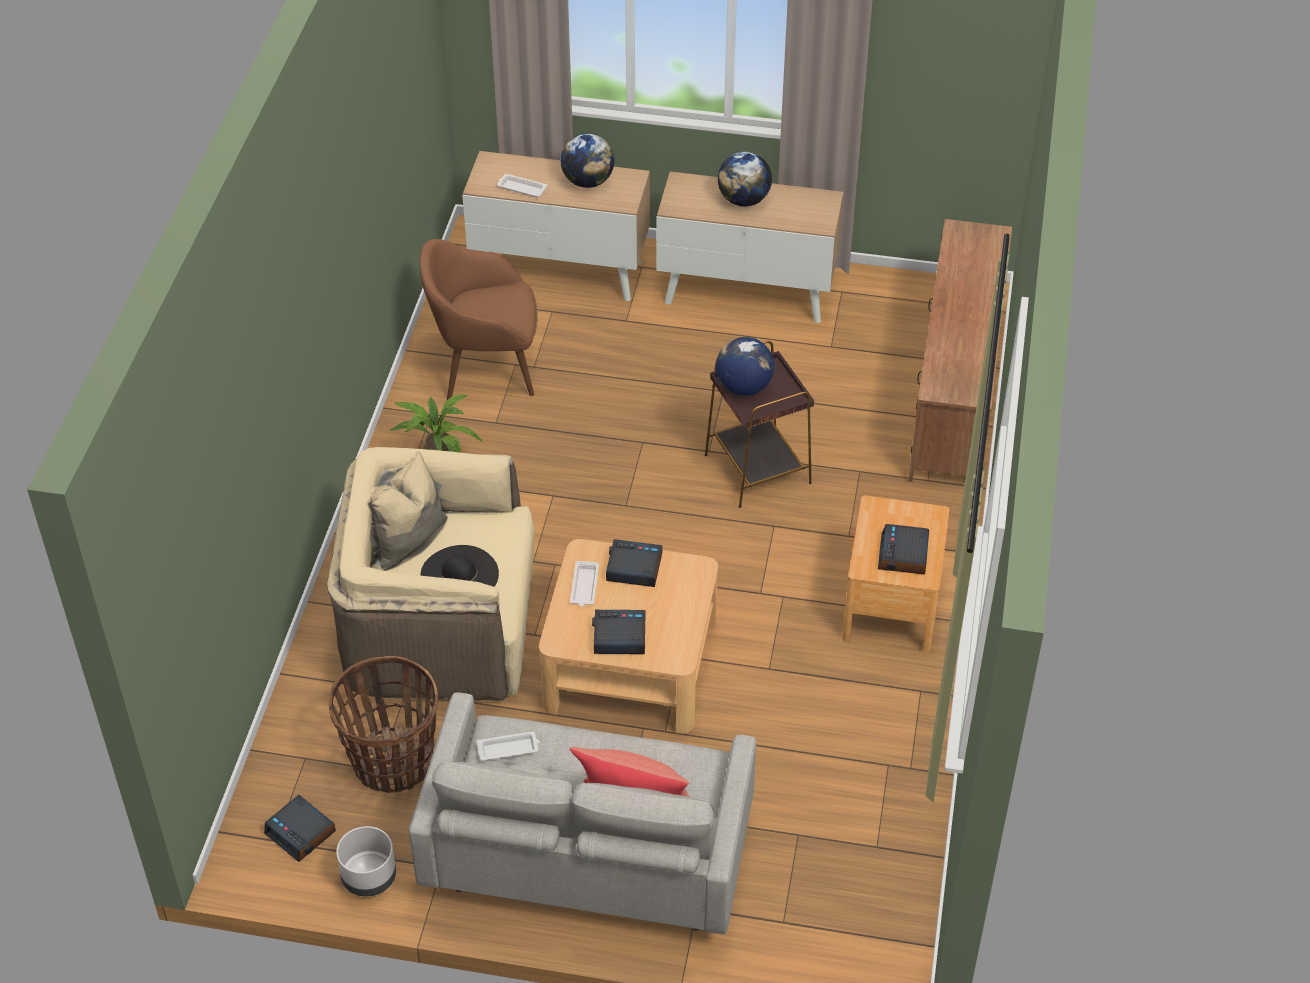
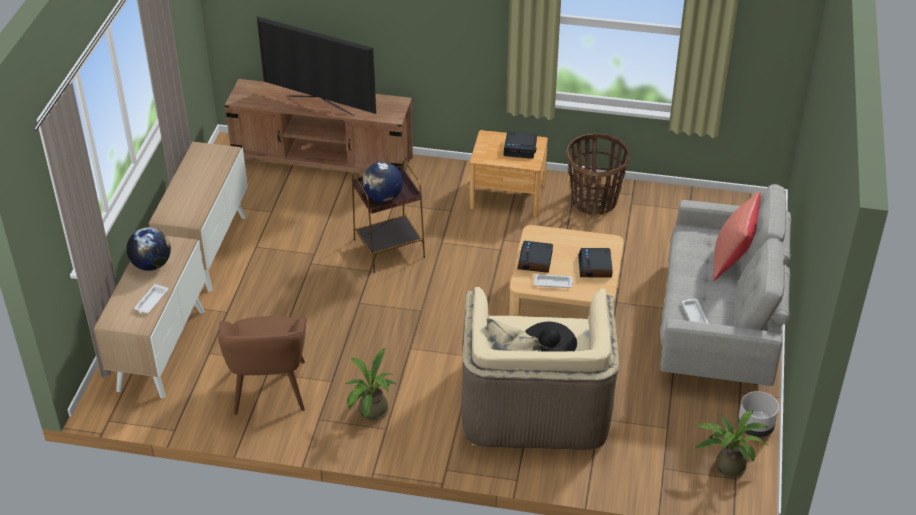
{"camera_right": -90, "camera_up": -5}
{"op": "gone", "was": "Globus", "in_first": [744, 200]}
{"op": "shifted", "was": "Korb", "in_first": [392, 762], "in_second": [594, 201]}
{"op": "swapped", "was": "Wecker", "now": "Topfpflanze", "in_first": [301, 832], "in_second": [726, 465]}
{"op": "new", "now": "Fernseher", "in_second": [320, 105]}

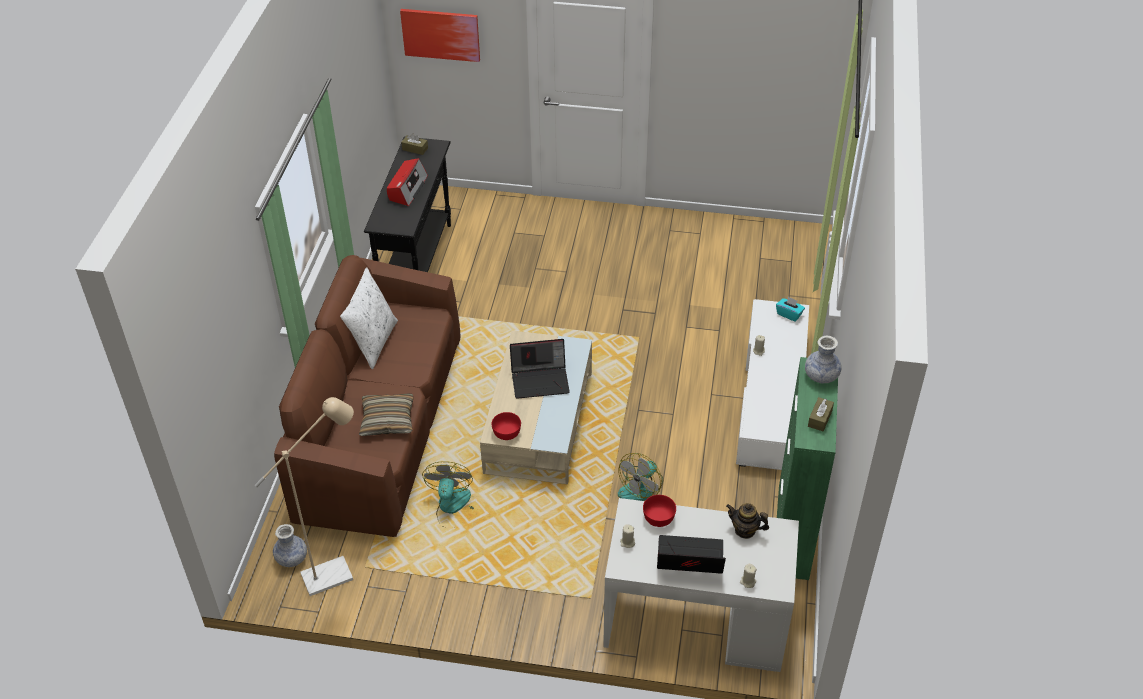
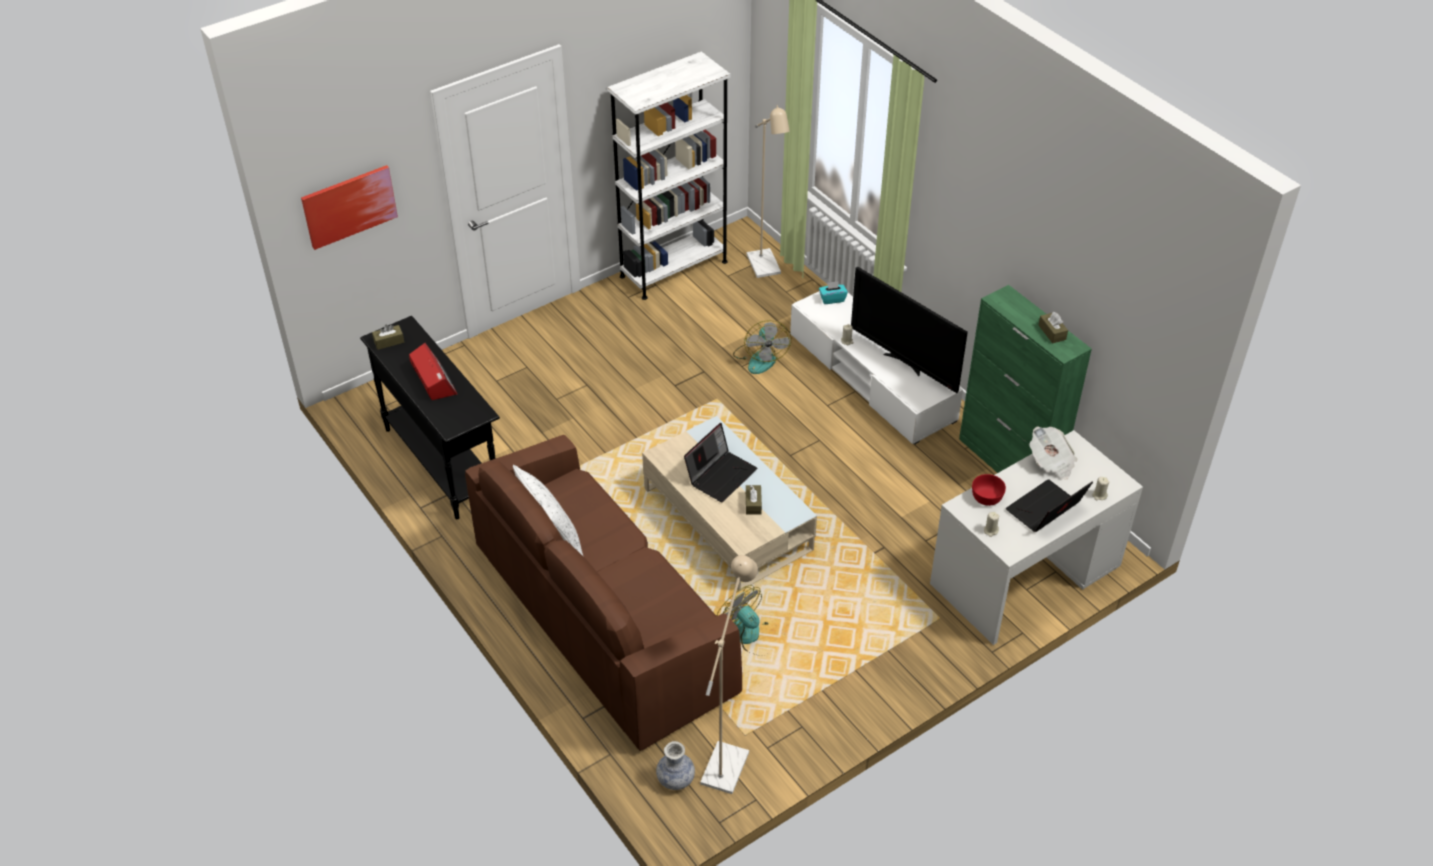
{"camera_right": -45, "camera_up": 0}
{"op": "gone", "was": "Vase", "in_first": [821, 376]}
{"op": "gone", "was": "Kissen", "in_first": [387, 420]}
{"op": "gone", "was": "Schüssel (rot)", "in_first": [506, 432]}
{"op": "shifted", "was": "Ventilator", "in_first": [641, 487], "in_second": [760, 357]}
{"op": "swapped", "was": "Teekanne", "now": "Zeitung", "in_first": [745, 530], "in_second": [1051, 462]}
{"op": "new", "now": "Bücherregal (weiß)", "in_second": [673, 269]}
{"op": "new", "now": "Stehlampe (beige)", "in_second": [766, 269]}
{"op": "new", "now": "Fernseher", "in_second": [904, 363]}
{"op": "new", "now": "Taschentuchbox (braun)", "in_second": [753, 504]}

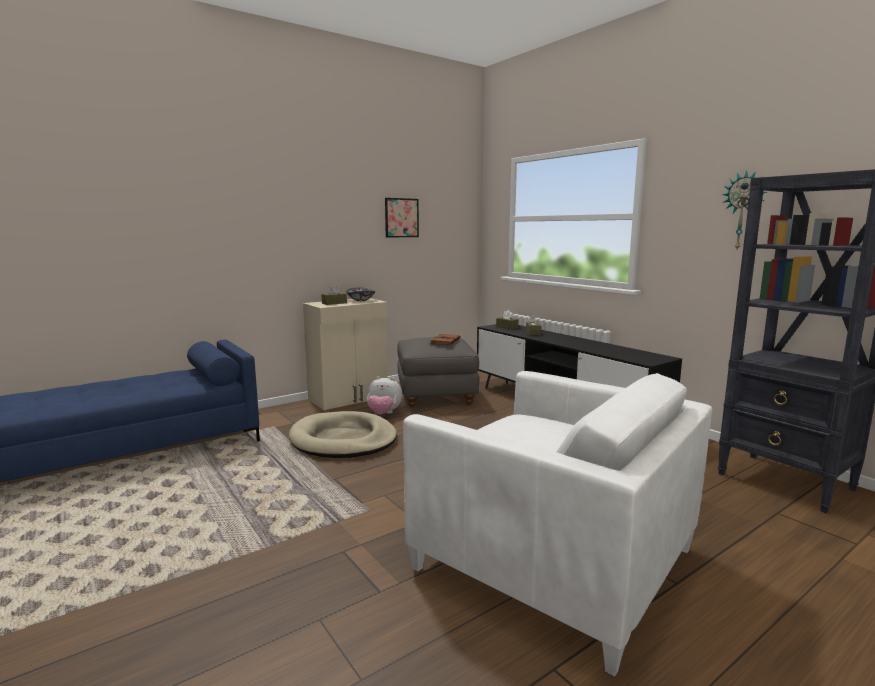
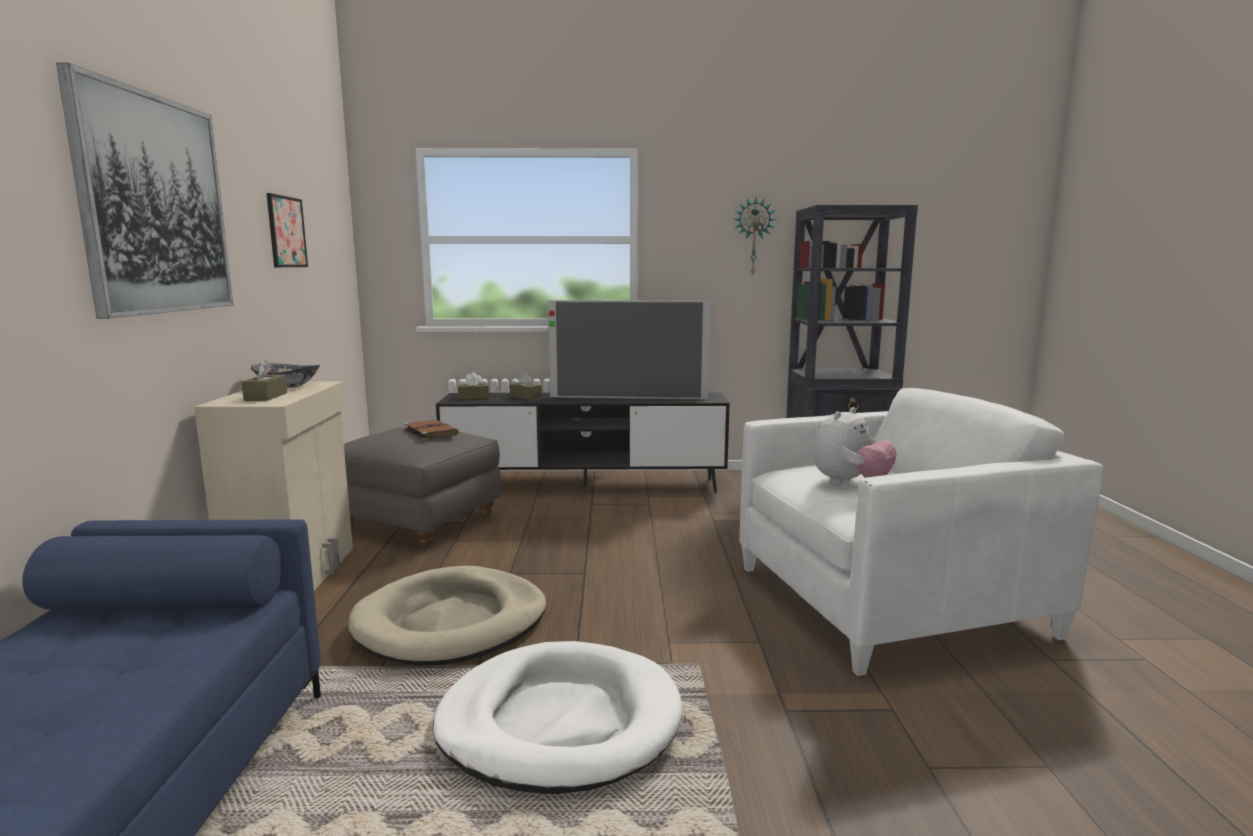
{"camera_right": -55, "camera_up": 0}
{"op": "shifted", "was": "Plüschtier", "in_first": [383, 414], "in_second": [850, 484]}
{"op": "new", "now": "Bild", "in_second": [155, 205]}
{"op": "new", "now": "Fernseher", "in_second": [628, 398]}
{"op": "new", "now": "Hundebett (weiß)", "in_second": [559, 722]}

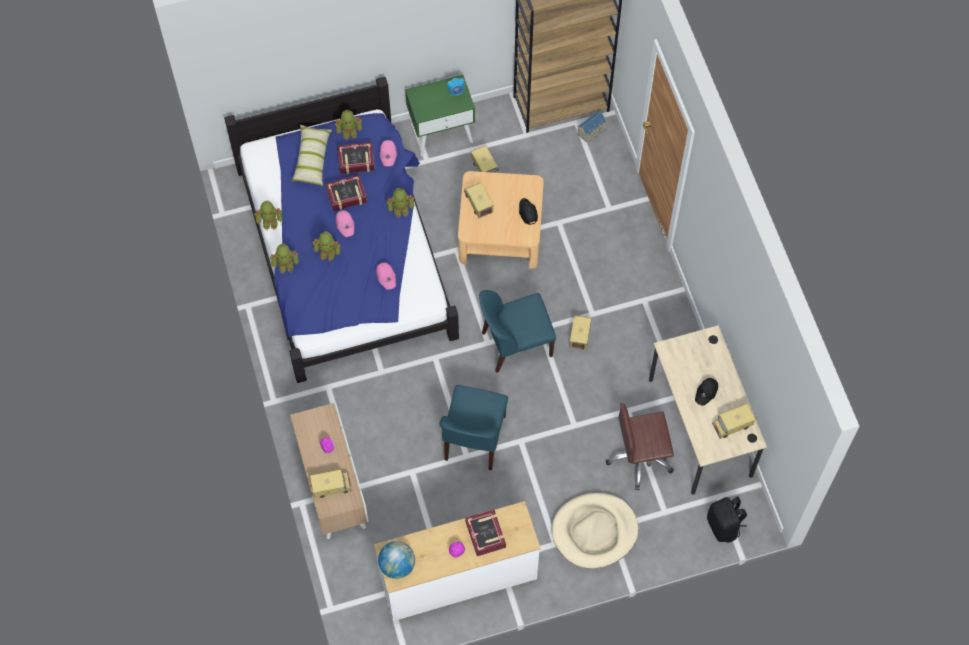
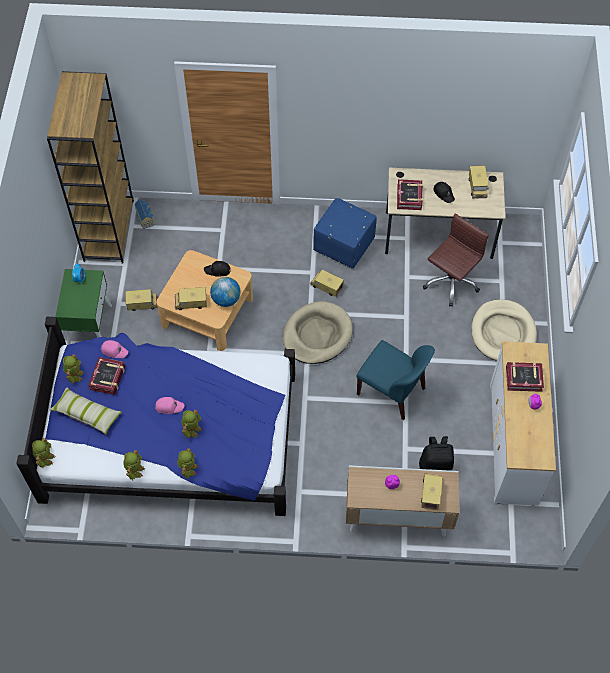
{"camera_right": -70, "camera_up": -5}
{"op": "shifted", "was": "Buch", "in_first": [346, 195], "in_second": [409, 197]}
{"op": "shifted", "was": "Spielzeugroboter", "in_first": [401, 209], "in_second": [45, 458]}
{"op": "gone", "was": "Kappe (rosa)", "in_first": [386, 276]}
{"op": "swapped", "was": "Stuhl (blau)", "now": "Hundebett (beige)", "in_first": [515, 344], "in_second": [317, 335]}
{"op": "rotated", "was": "Bürostuhl (braun)", "in_first": [640, 458], "in_second": [450, 282], "clockwise": -150}
{"op": "shifted", "was": "Rucksack (schwarz)", "in_first": [724, 526], "in_second": [435, 466]}
{"op": "shifted", "was": "Globus", "in_first": [397, 565], "in_second": [226, 299]}
{"op": "new", "now": "Polsterhocker (blau)", "in_second": [343, 245]}

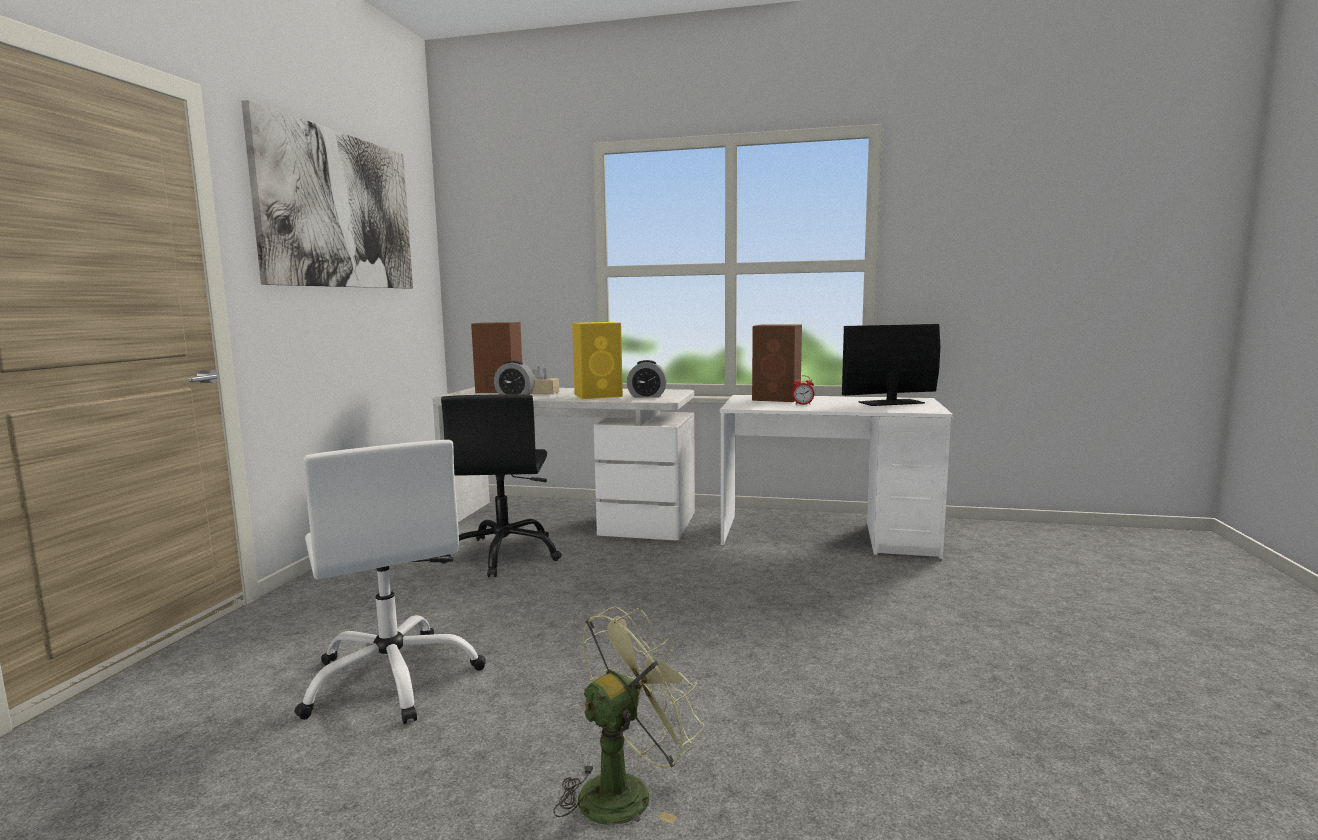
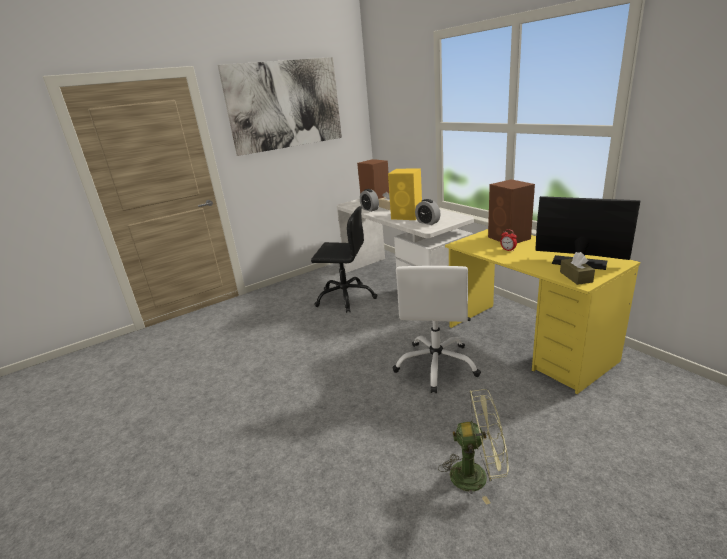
{"camera_right": 45, "camera_up": 15}
{"op": "rotated", "was": "Bürostuhl (schwarz)", "in_first": [504, 554], "in_second": [345, 297], "clockwise": -120}
{"op": "repainted", "was": "Schreibtisch (weiß)", "now": "Schreibtisch (gelb)", "in_first": [827, 536], "in_second": [527, 343]}
{"op": "shifted", "was": "Bürostuhl (weiß)", "in_first": [393, 678], "in_second": [436, 365]}
{"op": "shifted", "was": "Ventilator (grün)", "in_first": [626, 790], "in_second": [477, 475]}
{"op": "new", "now": "Taschentuchbox (braun)", "in_second": [576, 277]}

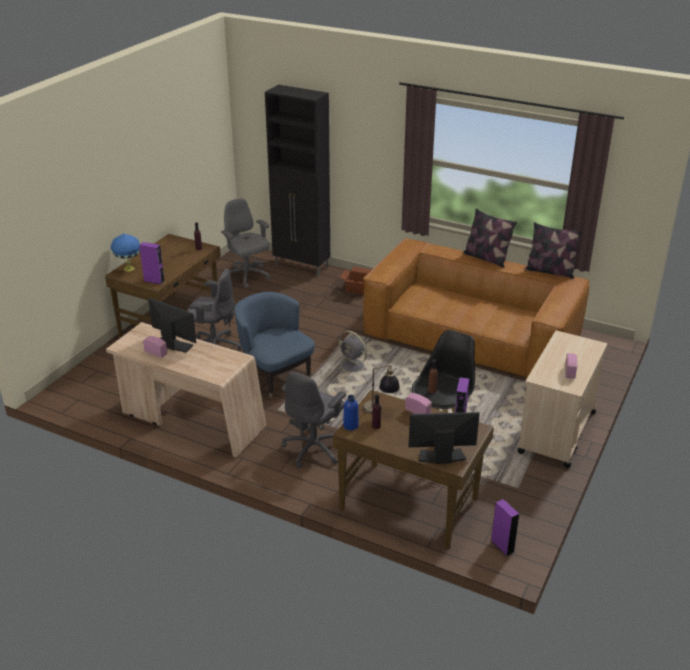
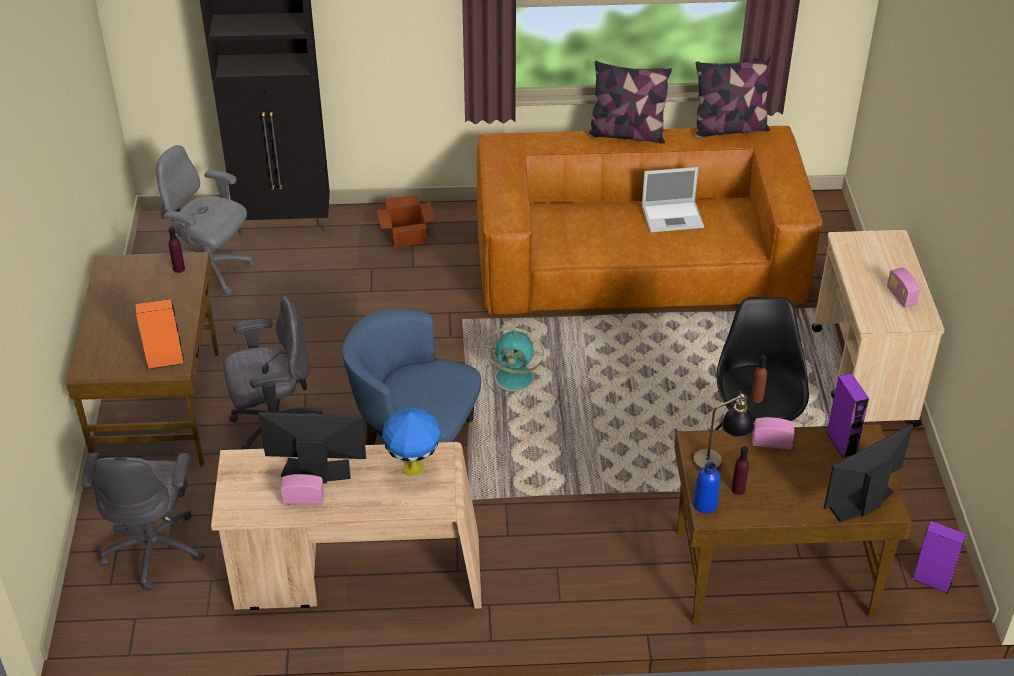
{"camera_right": -30, "camera_up": 10}
{"op": "shifted", "was": "Tischlampe (blau)", "in_first": [128, 269], "in_second": [413, 469]}
{"op": "repainted", "was": "Lautsprecher (lila)", "now": "Lautsprecher (orange)", "in_first": [154, 281], "in_second": [165, 361]}
{"op": "repainted", "was": "Ventilator (grau)", "now": "Ventilator (türkis)", "in_first": [353, 366], "in_second": [516, 378]}
{"op": "shifted", "was": "Bürostuhl (grau)", "in_first": [314, 449], "in_second": [155, 548]}
{"op": "new", "now": "Laptop", "in_second": [673, 216]}

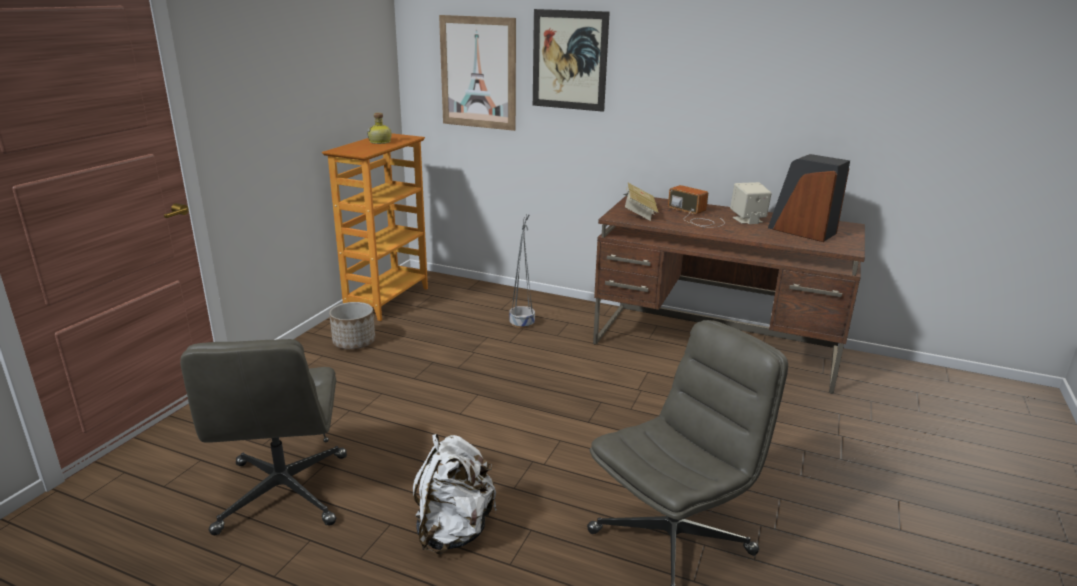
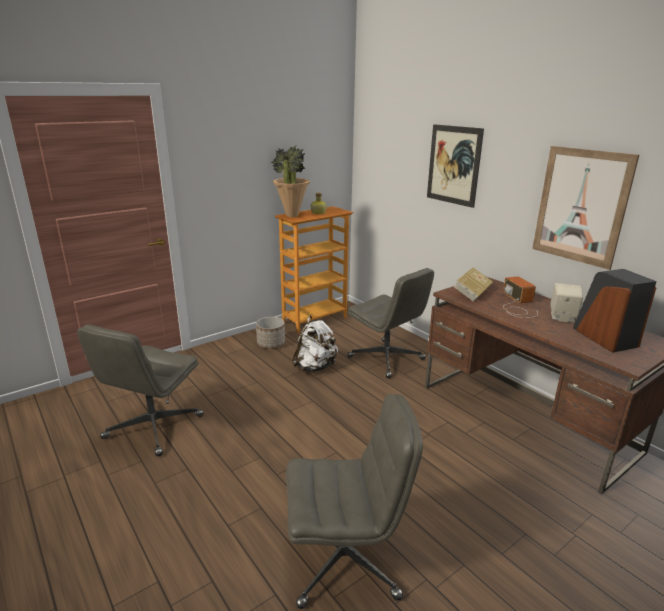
{"camera_right": 30, "camera_up": 0}
{"op": "shifted", "was": "Bild", "in_first": [478, 73], "in_second": [581, 206]}
{"op": "swapped", "was": "Pflanzkübel (grau)", "now": "Bürostuhl (grau)", "in_first": [522, 324], "in_second": [387, 358]}
{"op": "shifted", "was": "Rucksack (weiß)", "in_first": [454, 530], "in_second": [315, 367]}
{"op": "new", "now": "Topfpflanze", "in_second": [291, 215]}

